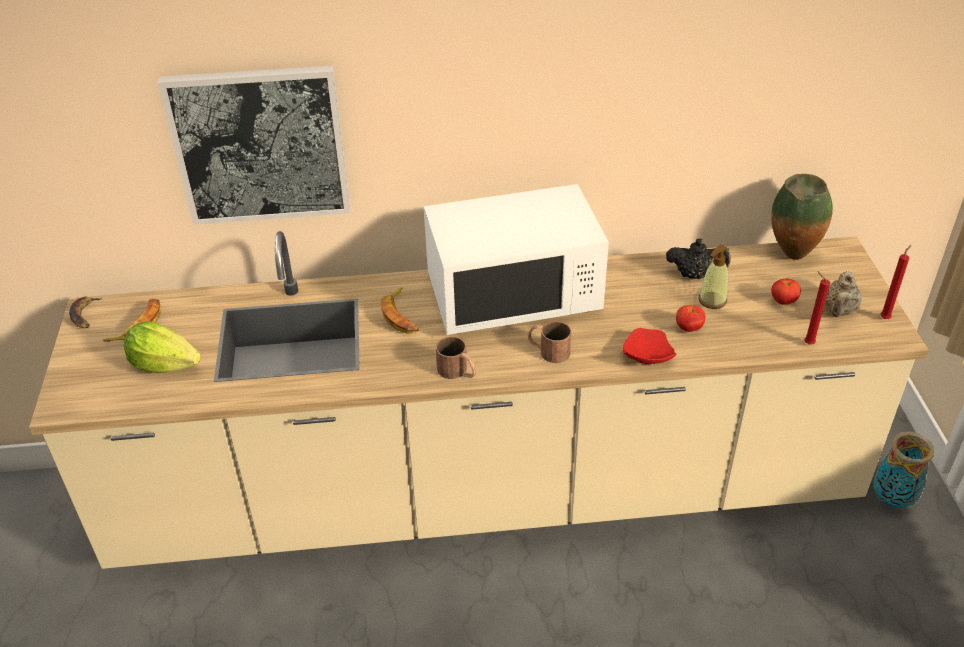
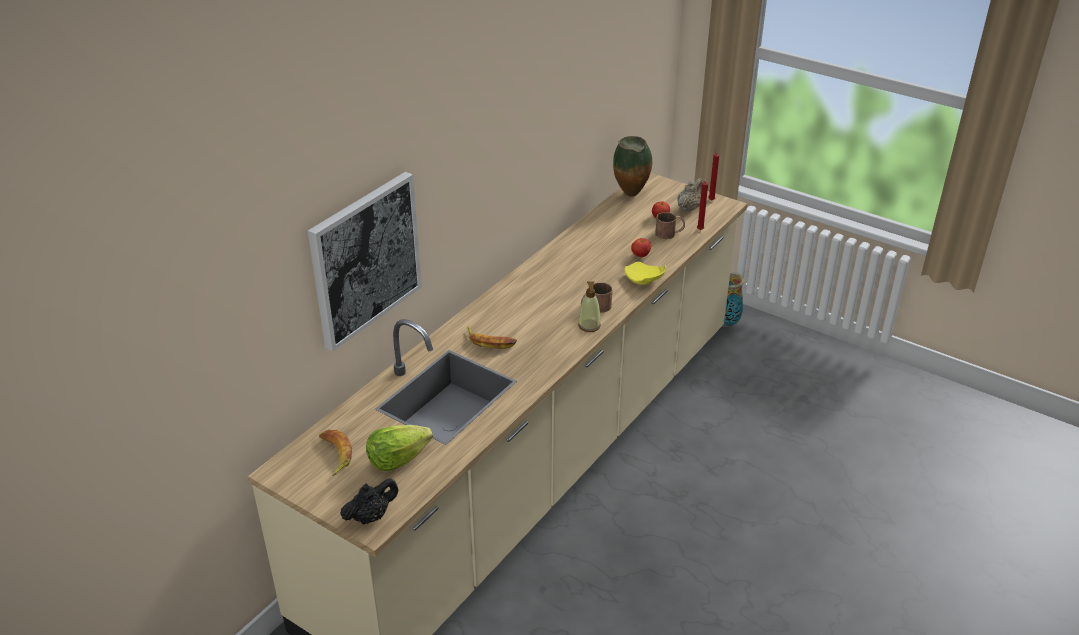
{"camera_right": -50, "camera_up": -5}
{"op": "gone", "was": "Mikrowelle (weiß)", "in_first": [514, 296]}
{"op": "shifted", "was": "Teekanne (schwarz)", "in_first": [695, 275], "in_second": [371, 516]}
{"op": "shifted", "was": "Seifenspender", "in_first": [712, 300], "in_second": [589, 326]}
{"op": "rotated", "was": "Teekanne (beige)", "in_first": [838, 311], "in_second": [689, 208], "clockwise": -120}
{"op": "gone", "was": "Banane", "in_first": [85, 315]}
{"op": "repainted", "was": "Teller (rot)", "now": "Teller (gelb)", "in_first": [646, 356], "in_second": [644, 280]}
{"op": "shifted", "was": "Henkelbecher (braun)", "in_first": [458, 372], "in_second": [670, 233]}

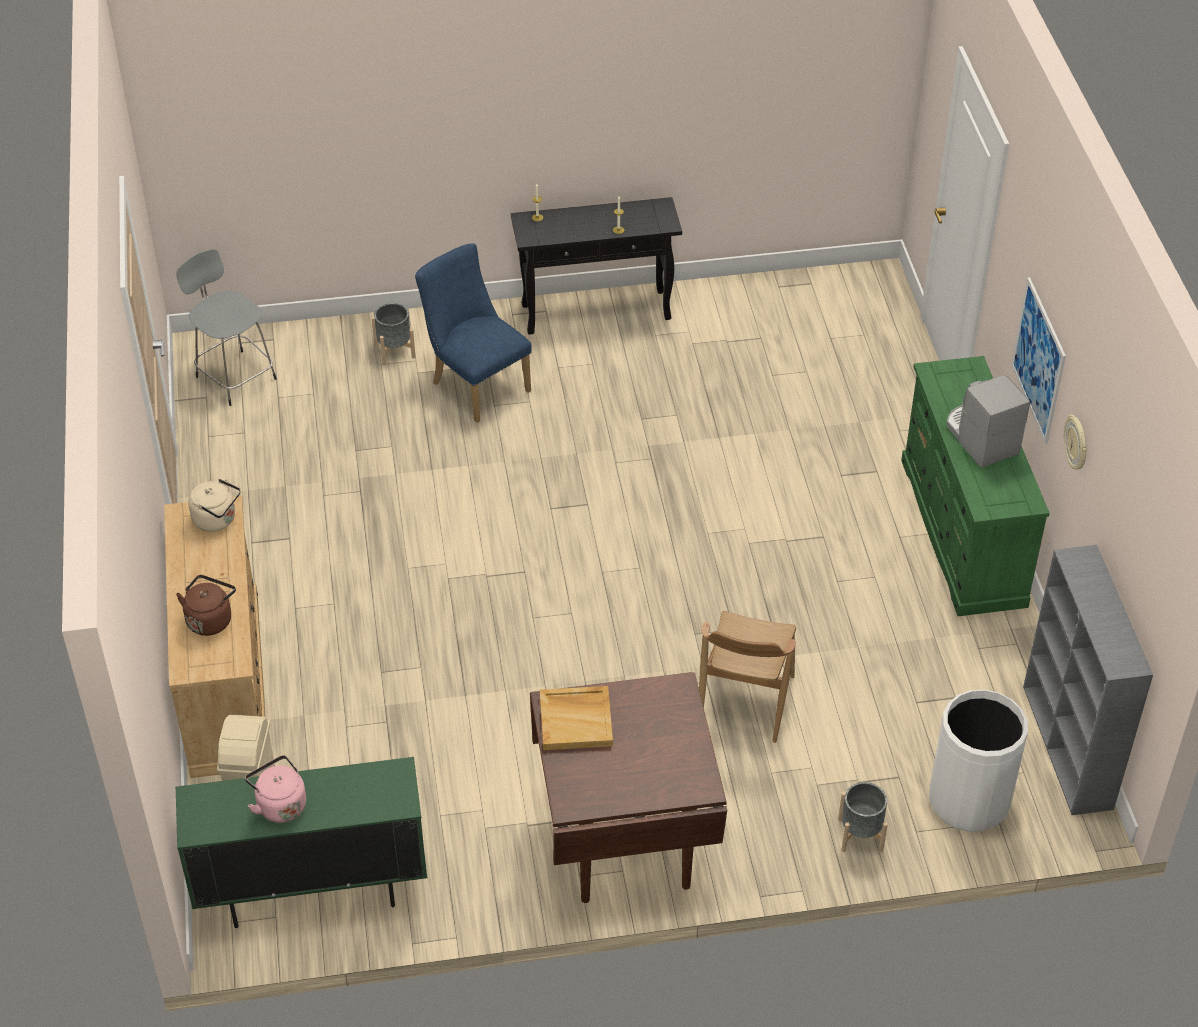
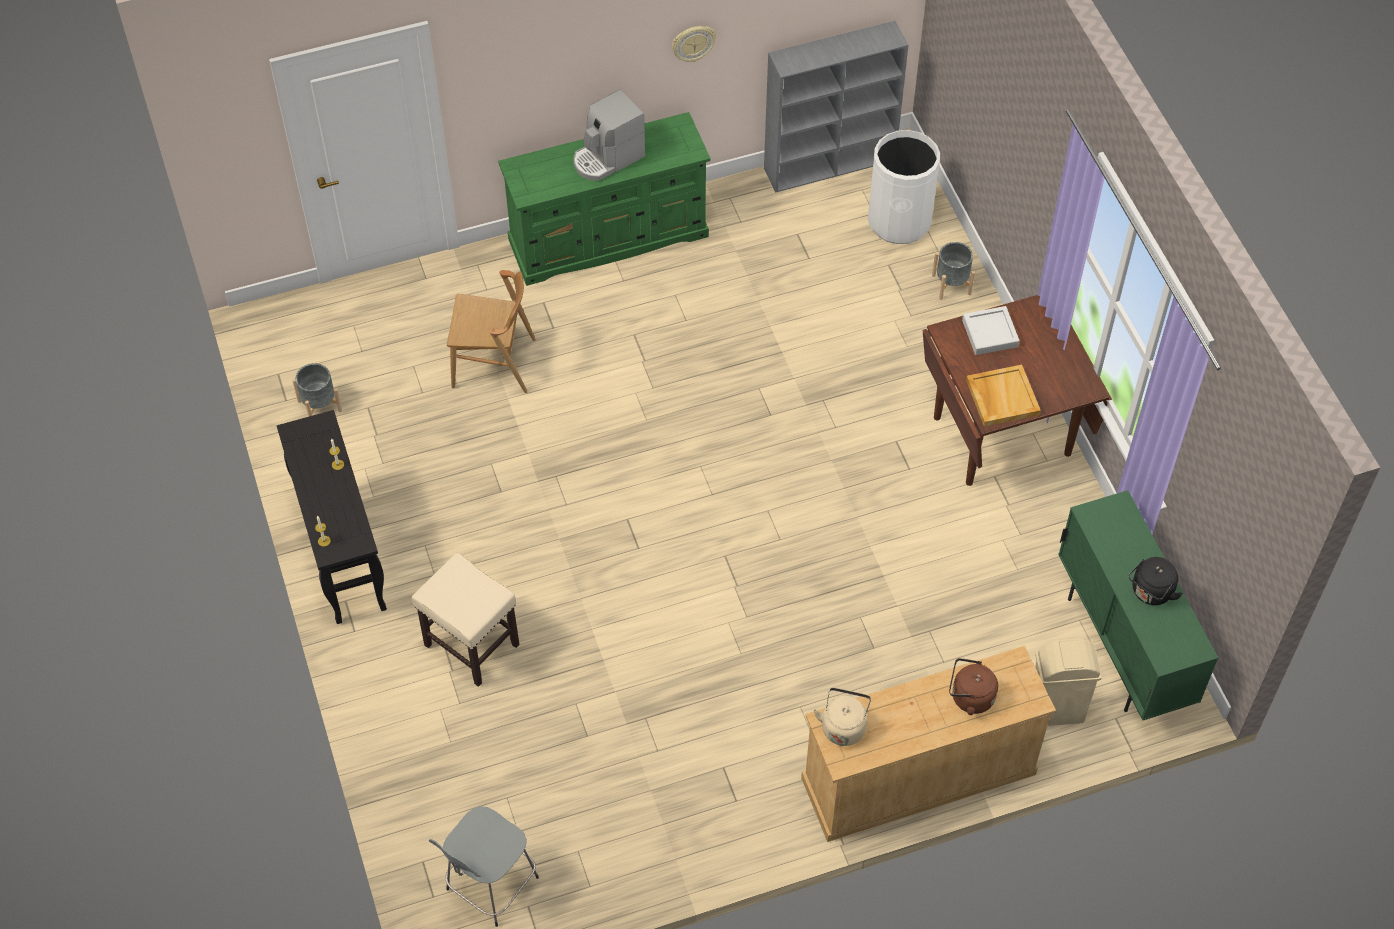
{"camera_right": -100, "camera_up": 10}
{"op": "swapped", "was": "Stuhl (blau)", "now": "Hocker (beige)", "in_first": [476, 384], "in_second": [470, 644]}
{"op": "gone", "was": "Bild", "in_first": [1038, 360]}
{"op": "shifted", "was": "Pflanzkübel (grau)", "in_first": [394, 351], "in_second": [320, 406]}
{"op": "shifted", "was": "Stuhl (braun)", "in_first": [745, 701], "in_second": [494, 363]}
{"op": "repainted", "was": "Wasserkessel (rosa)", "now": "Wasserkessel (schwarz)", "in_first": [279, 804], "in_second": [1150, 592]}
{"op": "new", "now": "Tablett (grau)", "in_second": [990, 333]}

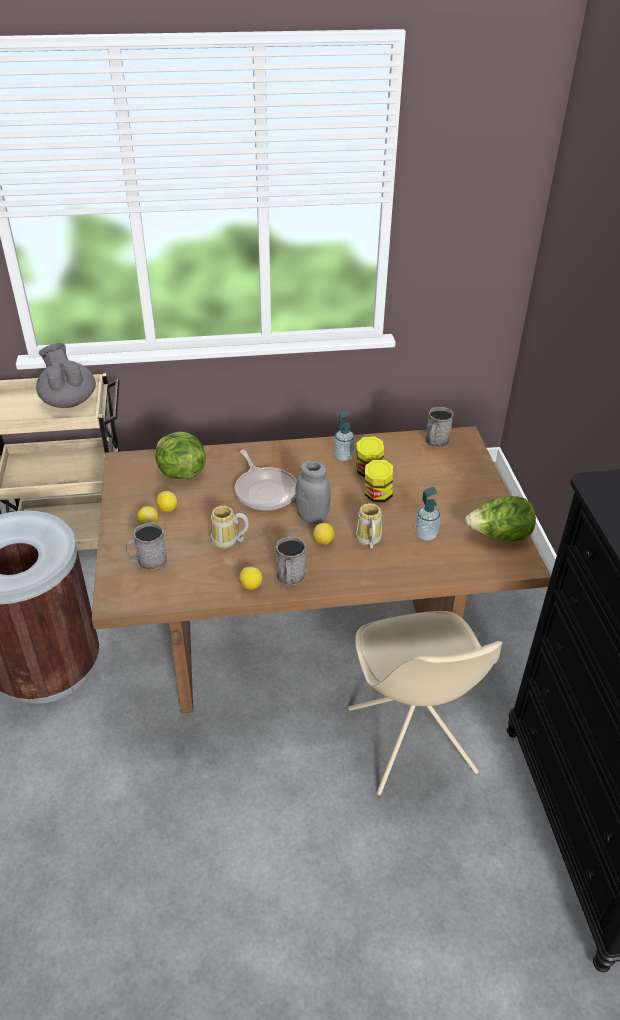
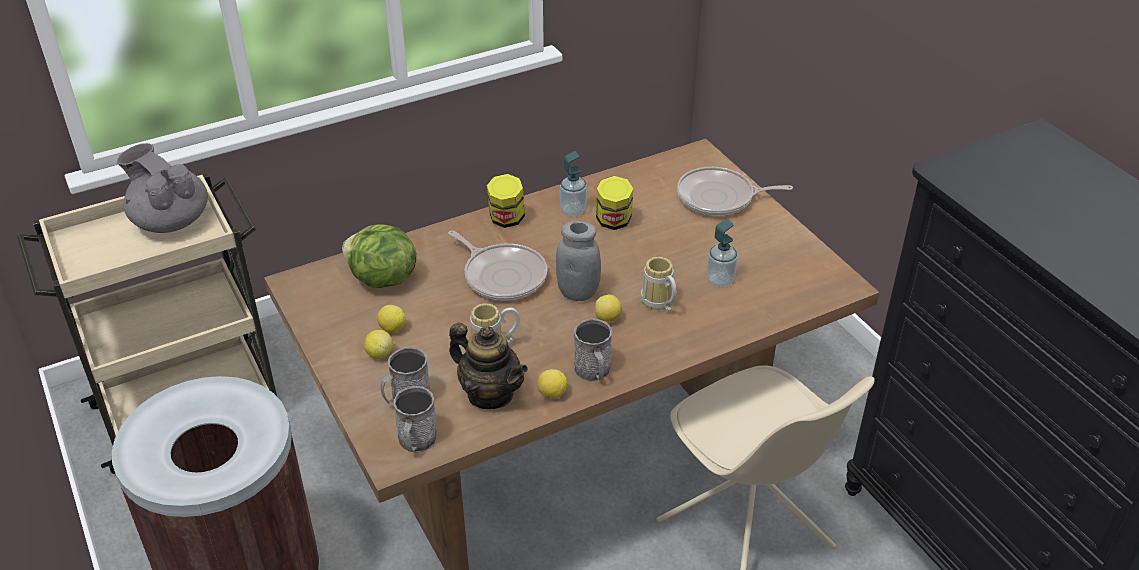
{"camera_right": -20, "camera_up": 0}
{"op": "shifted", "was": "Henkelbecher (grau)", "in_first": [435, 442], "in_second": [416, 442]}
{"op": "shifted", "was": "Vorratsglas", "in_first": [377, 496], "in_second": [506, 219]}
{"op": "gone", "was": "Salatkopf", "in_first": [499, 536]}
{"op": "new", "now": "Pfanne", "in_second": [719, 198]}
{"op": "new", "now": "Teekanne", "in_second": [490, 394]}

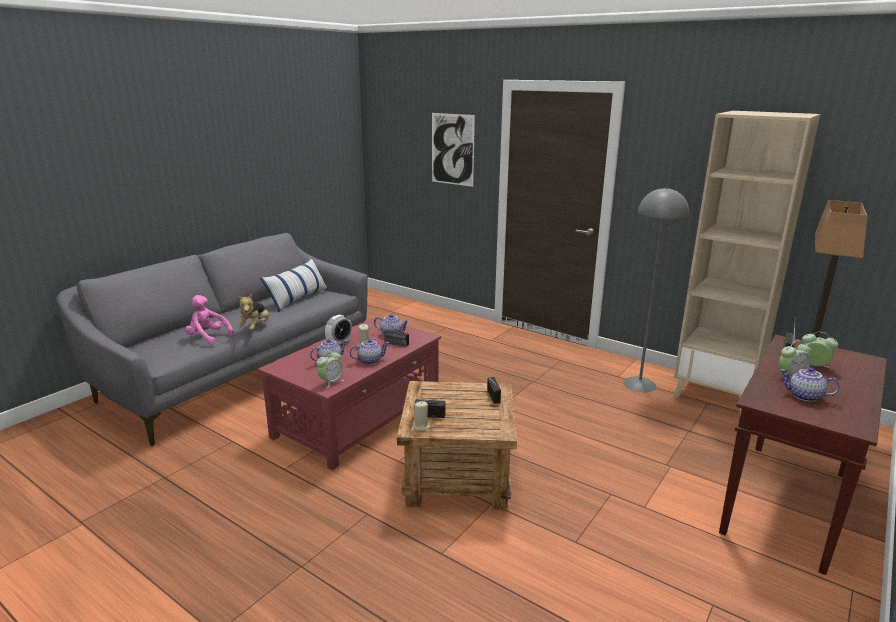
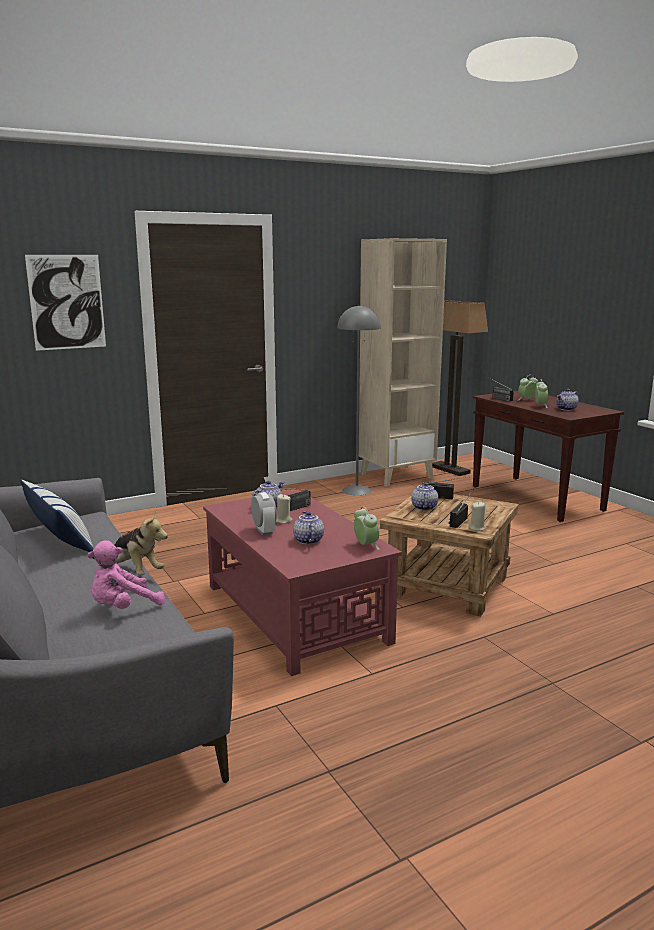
{"camera_right": -65, "camera_up": -5}
{"op": "shifted", "was": "Teekanne", "in_first": [370, 360], "in_second": [423, 507]}

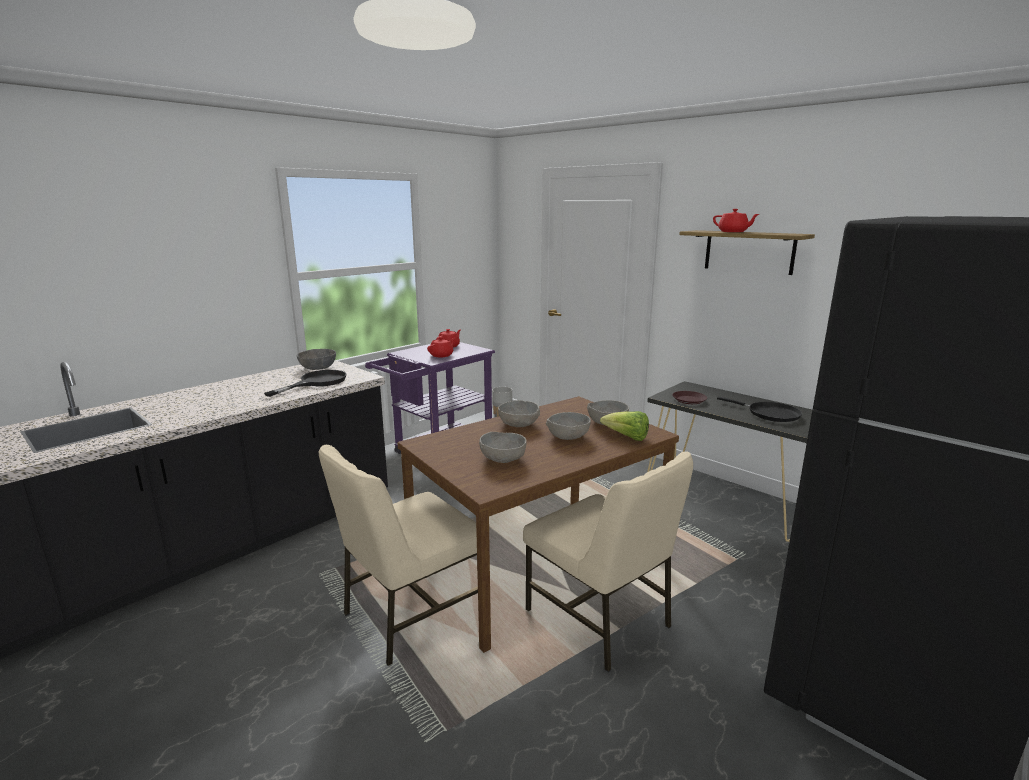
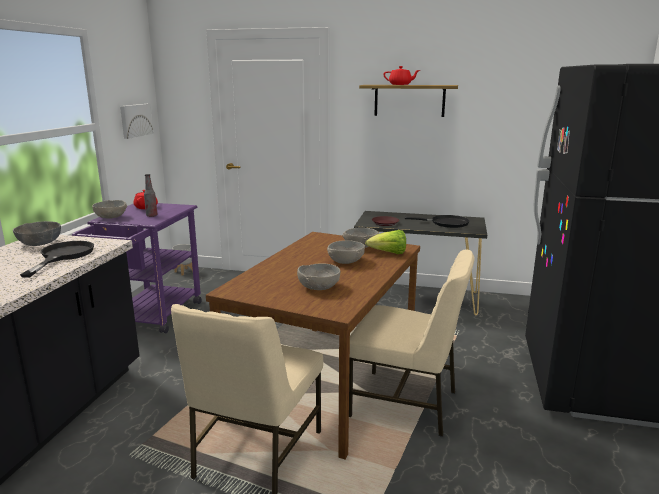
{"camera_right": -30, "camera_up": 0}
{"op": "swapped", "was": "Teekanne (rot)", "now": "Flasche", "in_first": [442, 355], "in_second": [152, 216]}
{"op": "shifted", "was": "Schüssel (grau)", "in_first": [518, 424], "in_second": [111, 217]}
{"op": "new", "now": "Bild", "in_second": [135, 120]}

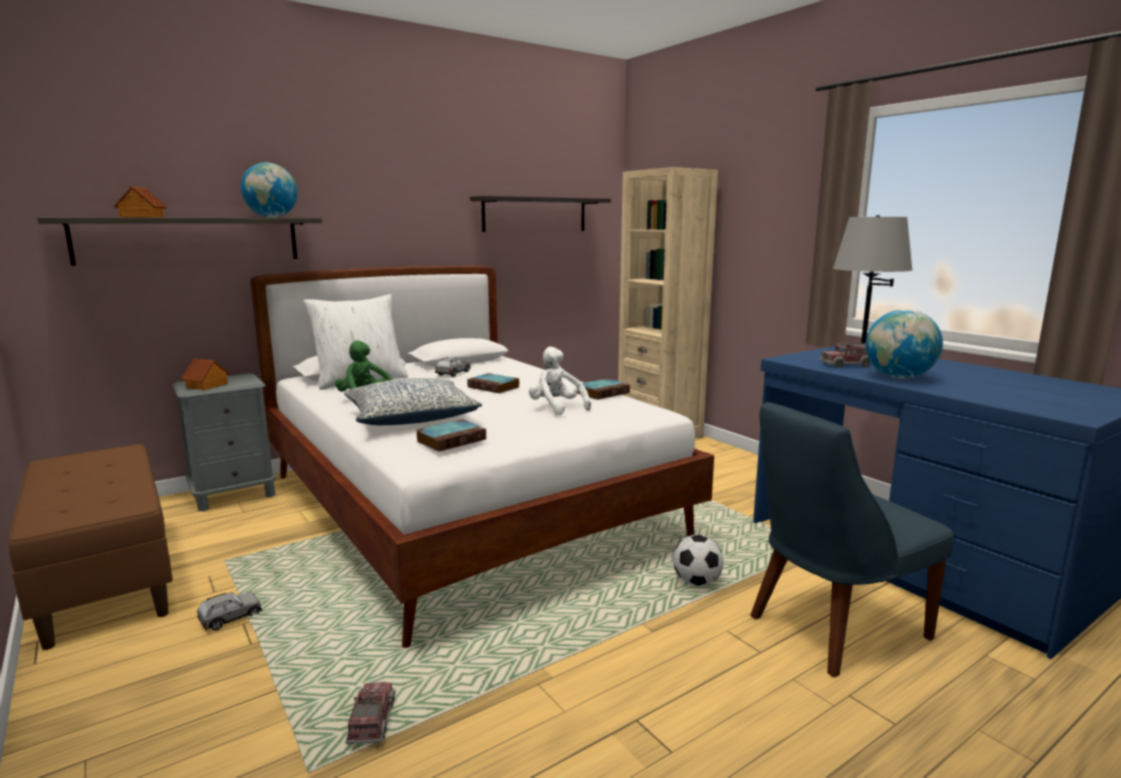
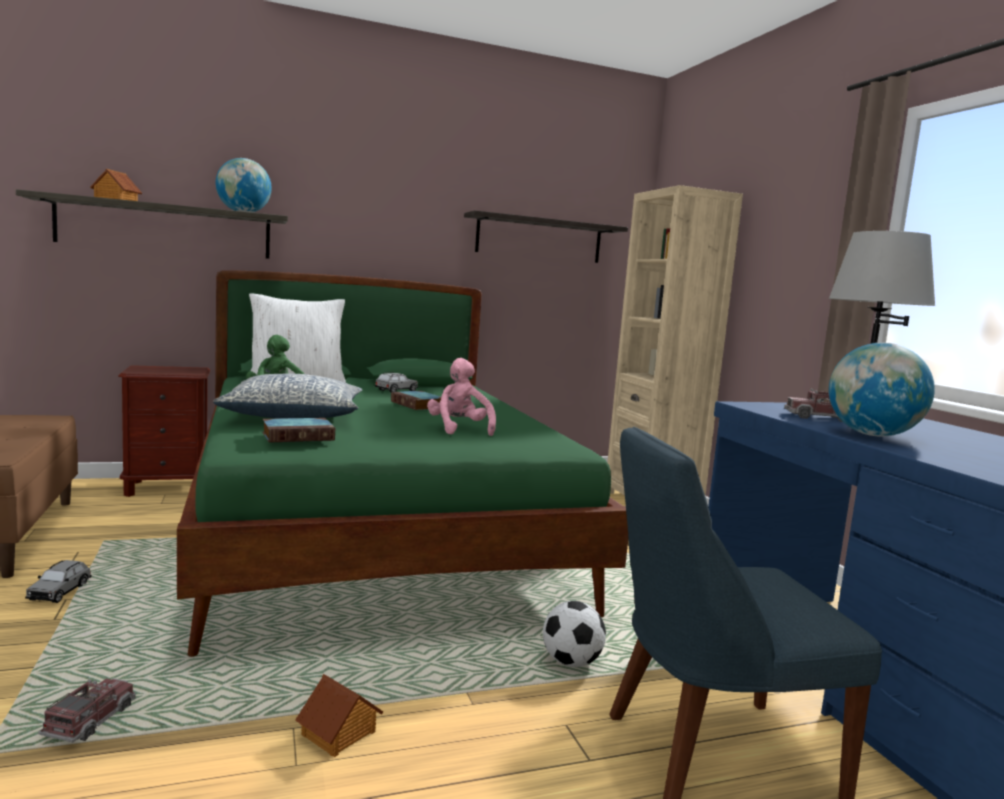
{"camera_right": 15, "camera_up": -5}
{"op": "repainted", "was": "Bett (weiß)", "now": "Bett (grün)", "in_first": [465, 507], "in_second": [375, 536]}
{"op": "repainted", "was": "Plüschtier (weiß)", "now": "Plüschtier (rosa)", "in_first": [556, 408], "in_second": [459, 429]}
{"op": "shifted", "was": "Spielzeughaus", "in_first": [207, 386], "in_second": [339, 733]}
{"op": "repainted", "was": "Nachttisch (grau)", "now": "Nachttisch (braun)", "in_first": [234, 495], "in_second": [167, 487]}
{"op": "gone", "was": "Buch", "in_first": [603, 393]}
{"op": "rotated", "was": "Spielzeugauto (grau)", "in_first": [230, 618], "in_second": [59, 592], "clockwise": 120}

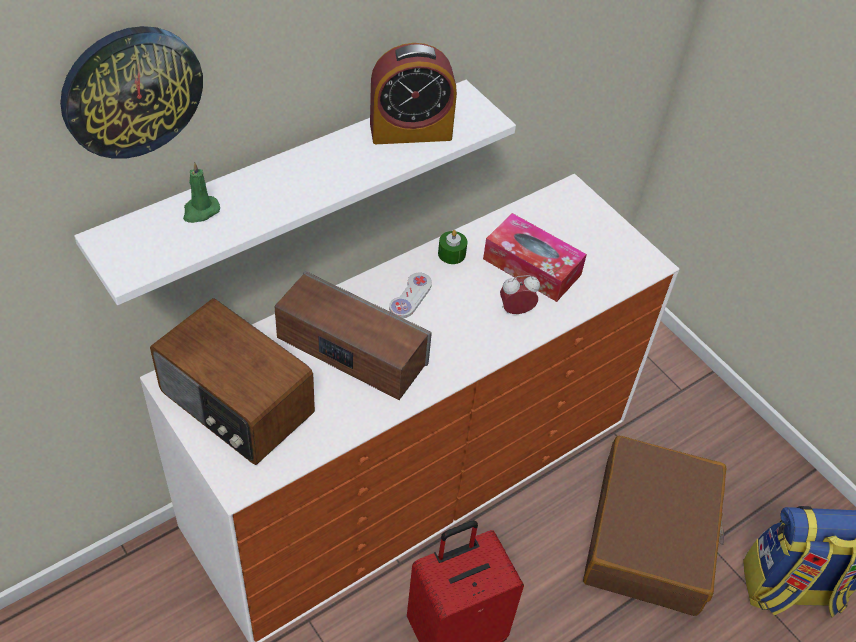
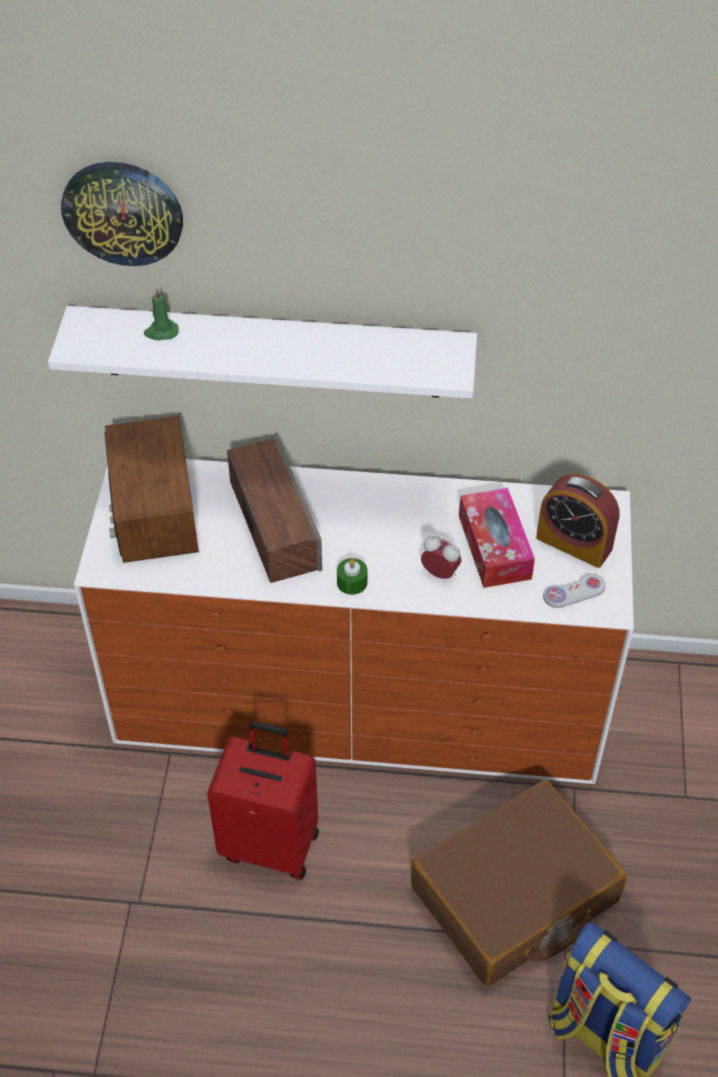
{"camera_right": 45, "camera_up": 0}
{"op": "shifted", "was": "Wecker", "in_first": [410, 131], "in_second": [574, 543]}
{"op": "shifted", "was": "Kerze (grün)", "in_first": [451, 253], "in_second": [352, 582]}
{"op": "shifted", "was": "Gamepad (weiß)", "in_first": [410, 296], "in_second": [574, 592]}

